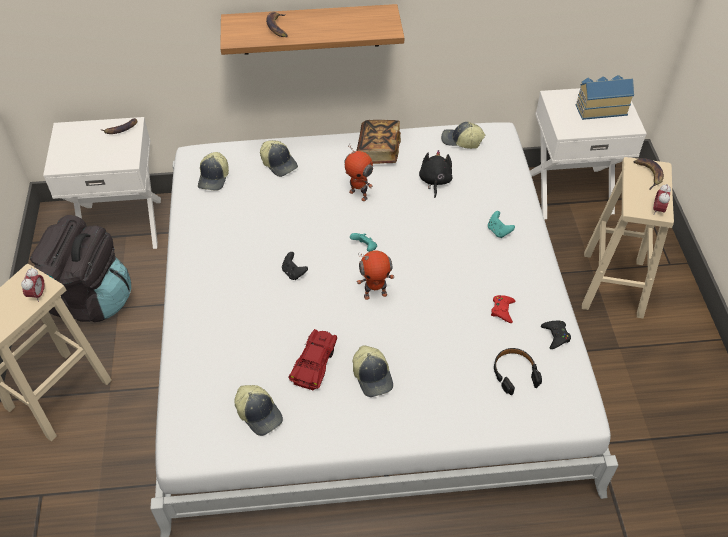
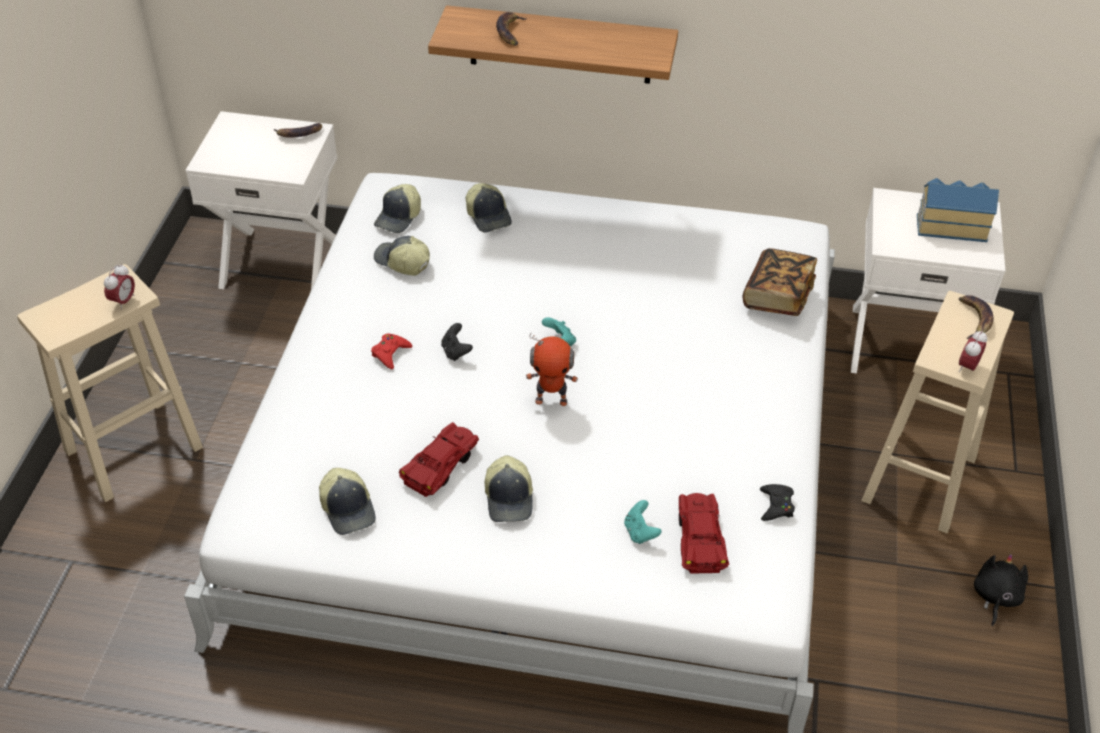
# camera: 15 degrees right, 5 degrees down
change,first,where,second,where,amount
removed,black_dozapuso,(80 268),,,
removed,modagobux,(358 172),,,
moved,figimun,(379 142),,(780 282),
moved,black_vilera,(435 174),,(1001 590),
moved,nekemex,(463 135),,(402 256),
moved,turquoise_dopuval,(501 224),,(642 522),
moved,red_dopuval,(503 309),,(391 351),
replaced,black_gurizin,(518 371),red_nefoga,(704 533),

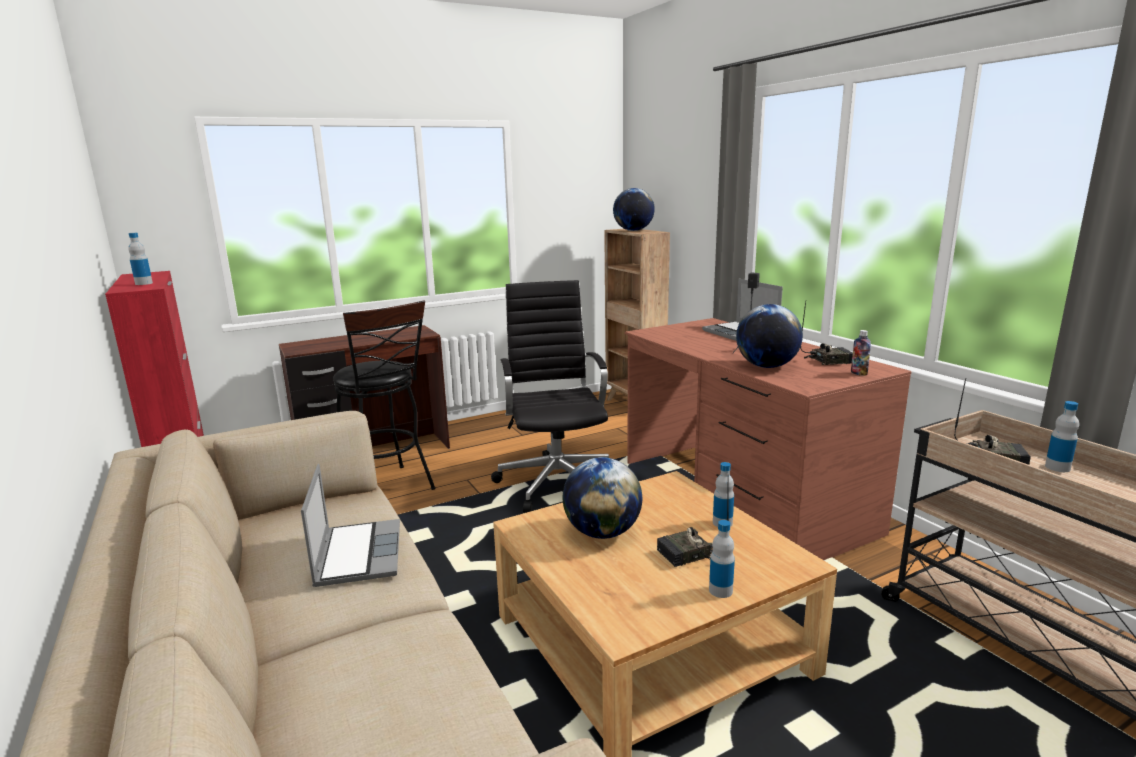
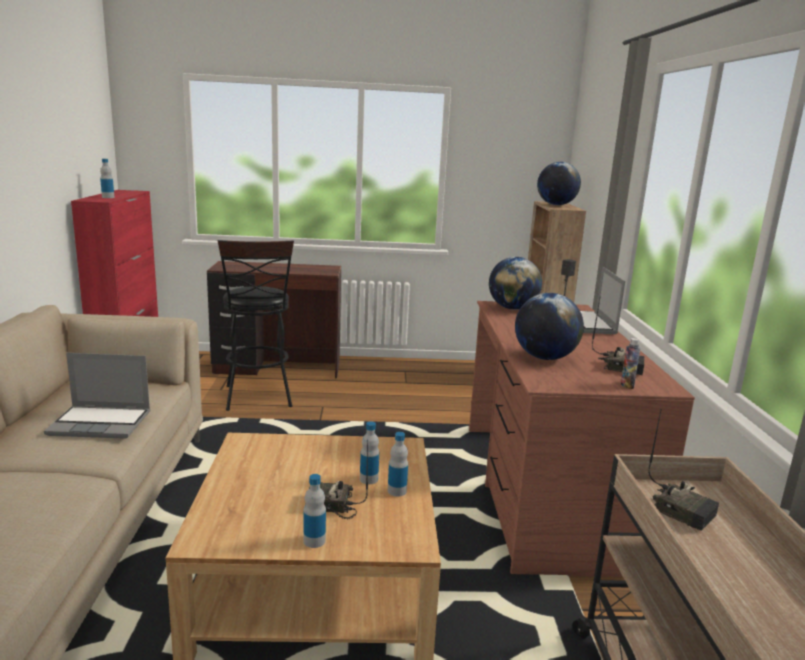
# camera: 25 degrees right, 0 degrees up
change,first,where,second,where,amount
turned,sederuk,(350 525),,(97 396),75 degrees clockwise
removed,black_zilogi,(550 396),,,
moved,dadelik,(602 498),,(515 283),
moved,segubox,(1062 436),,(369 452),

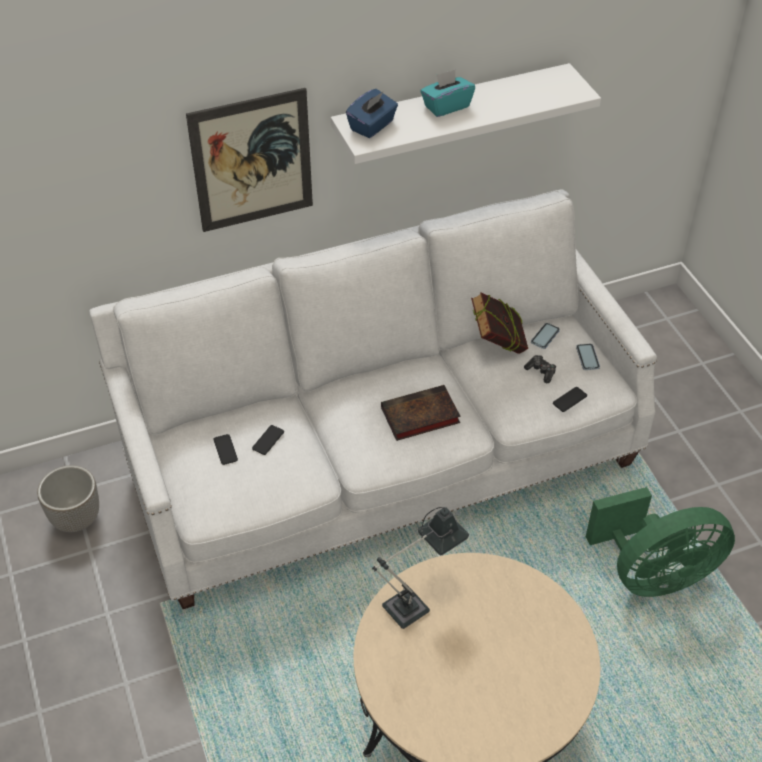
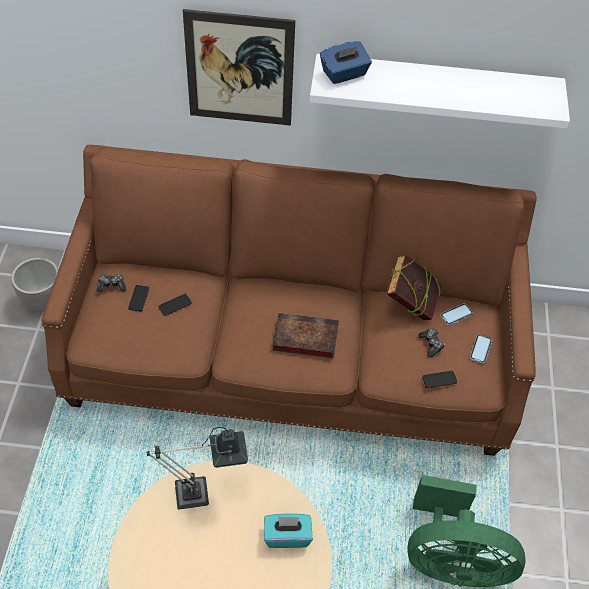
# camera: 25 degrees right, 5 degrees up
change,first,where,second,where,amount
recoloured,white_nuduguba,(373 399),brown_nuduguba,(289 300),
moved,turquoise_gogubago,(447 93),,(288 530),
added,,,dopuval,(111 282),

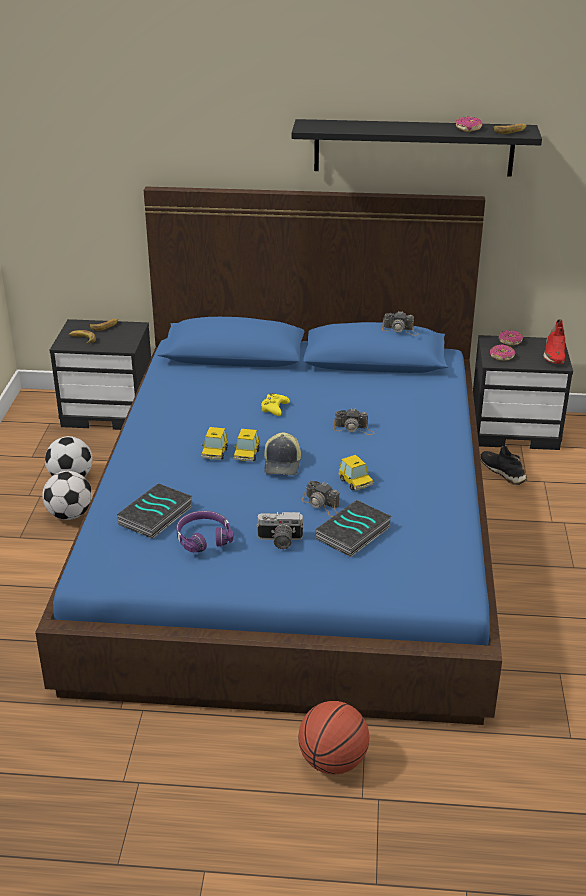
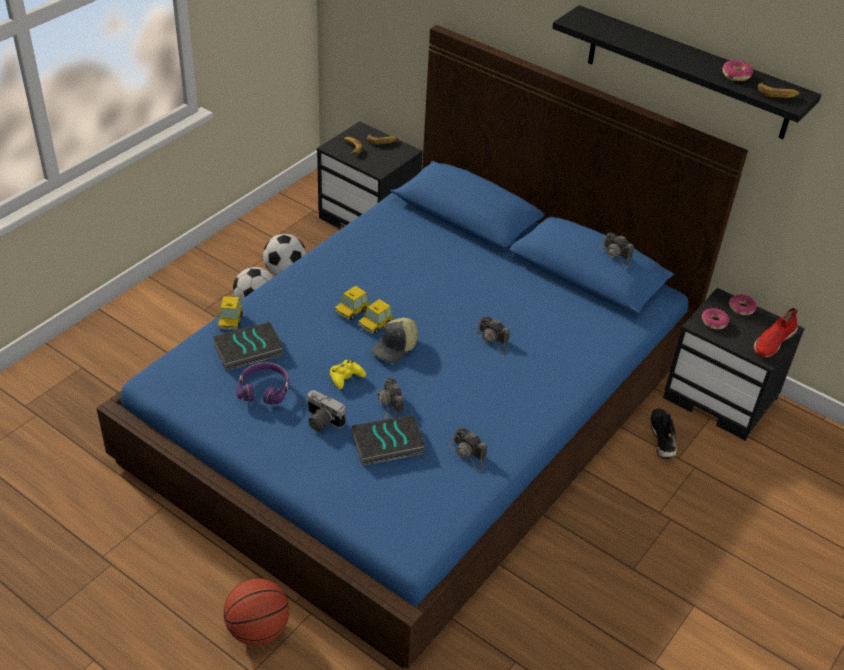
# camera: 30 degrees right, 10 degrees up
change,first,where,second,where,amount
moved,yellow_dopuval,(275 404),,(348 374),
moved,nefoga,(355 472),,(230 313),
added,,,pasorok,(468 449),

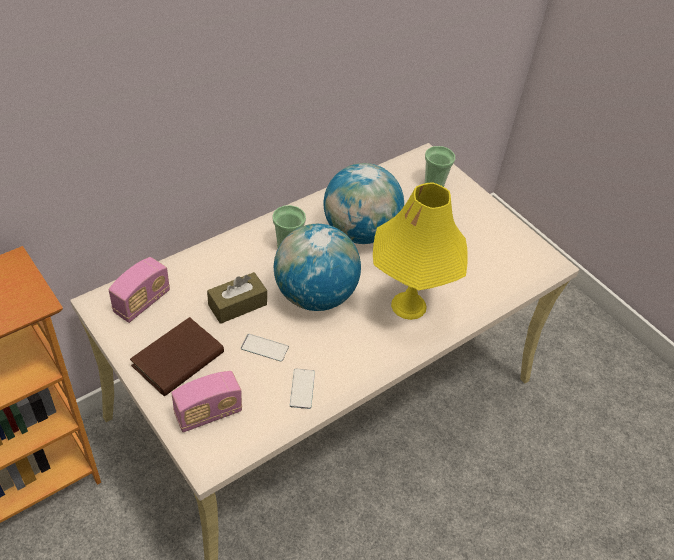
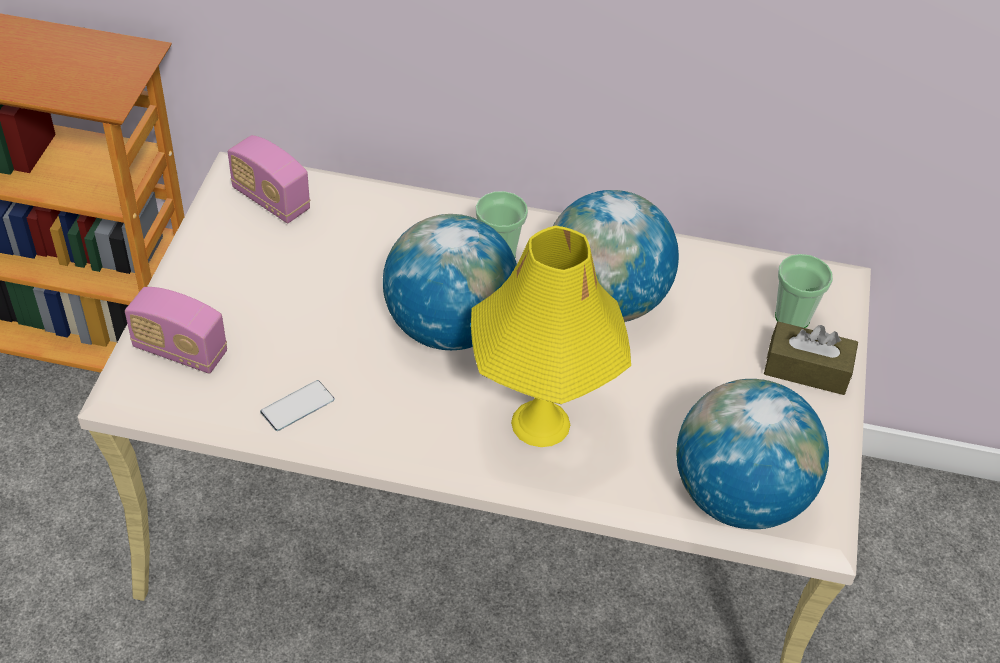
# camera: 50 degrees right, 0 degrees up
change,first,where,second,where,amount
turned,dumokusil,(139 290),,(269 179),45 degrees clockwise
removed,brown_figimun,(177 356),,,
moved,brown_gogubago,(237 298),,(811 358),
removed,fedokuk,(265 347),,,
added,,,dadelik,(752 454),

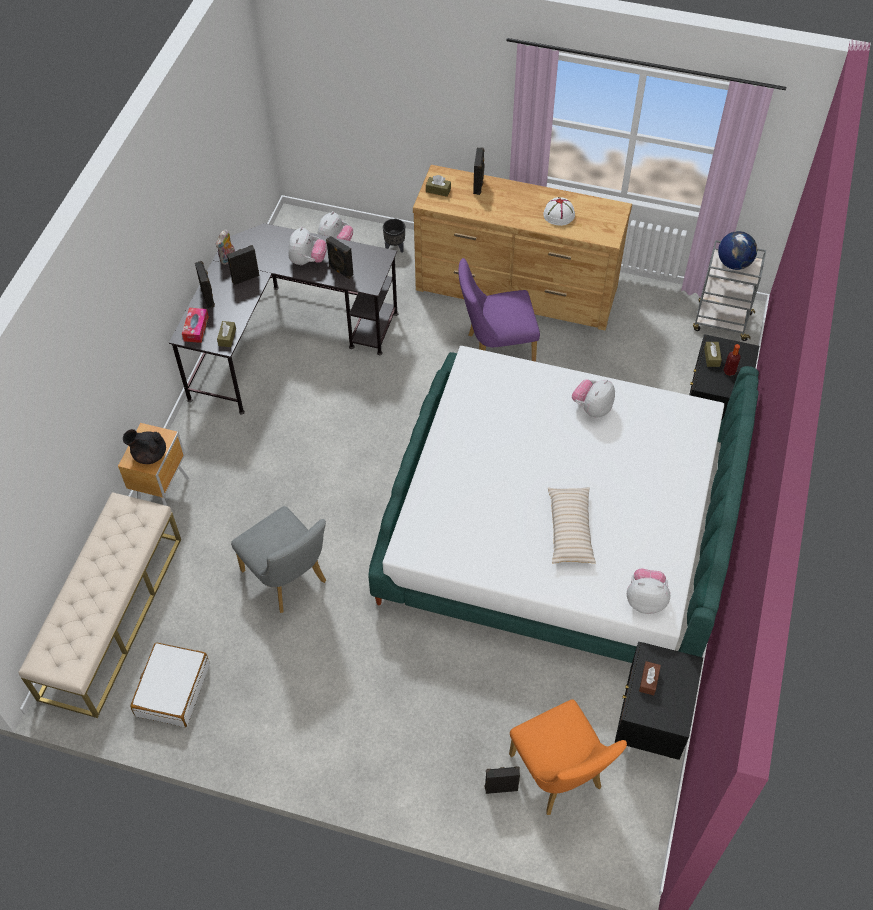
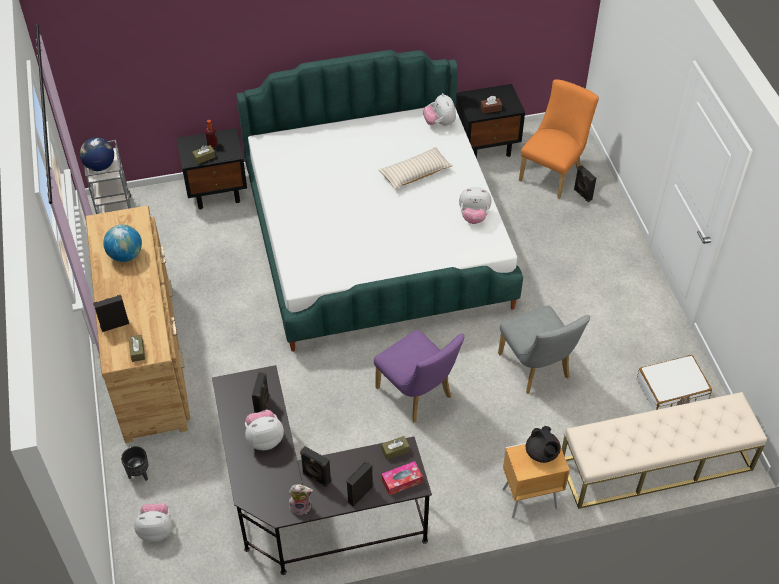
# camera: 120 degrees left, 5 degrees down
change,first,where,second,where,amount
turned,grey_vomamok,(278 559),,(544 349),135 degrees clockwise
moved,purple_vomamok,(499 310),,(419 376),
replaced,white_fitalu,(559 211),dadelik,(122 243),
moved,vilera,(593 398),,(475 205),

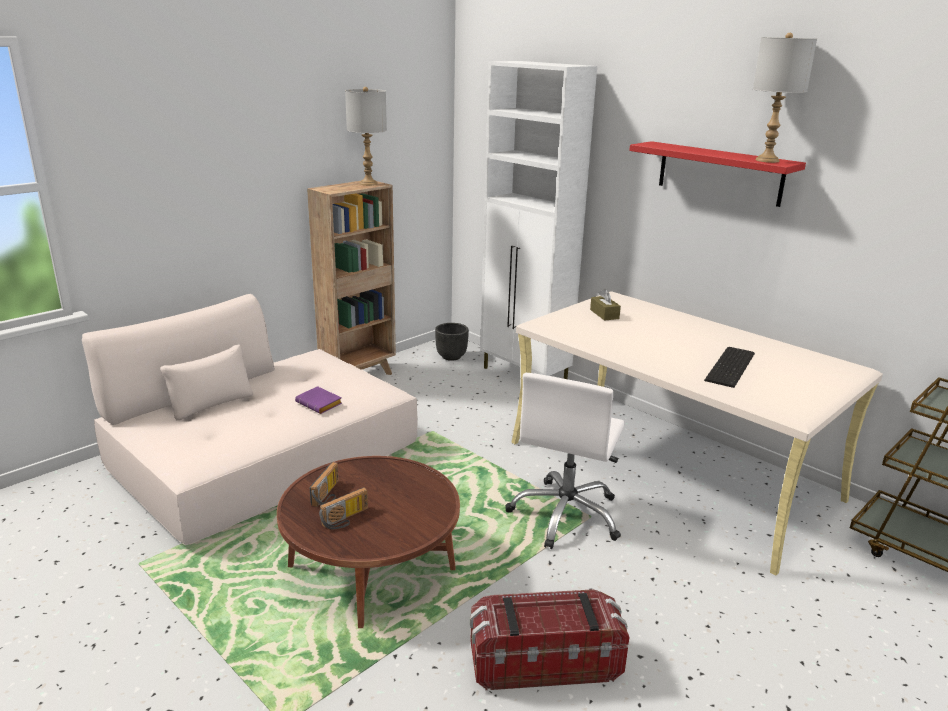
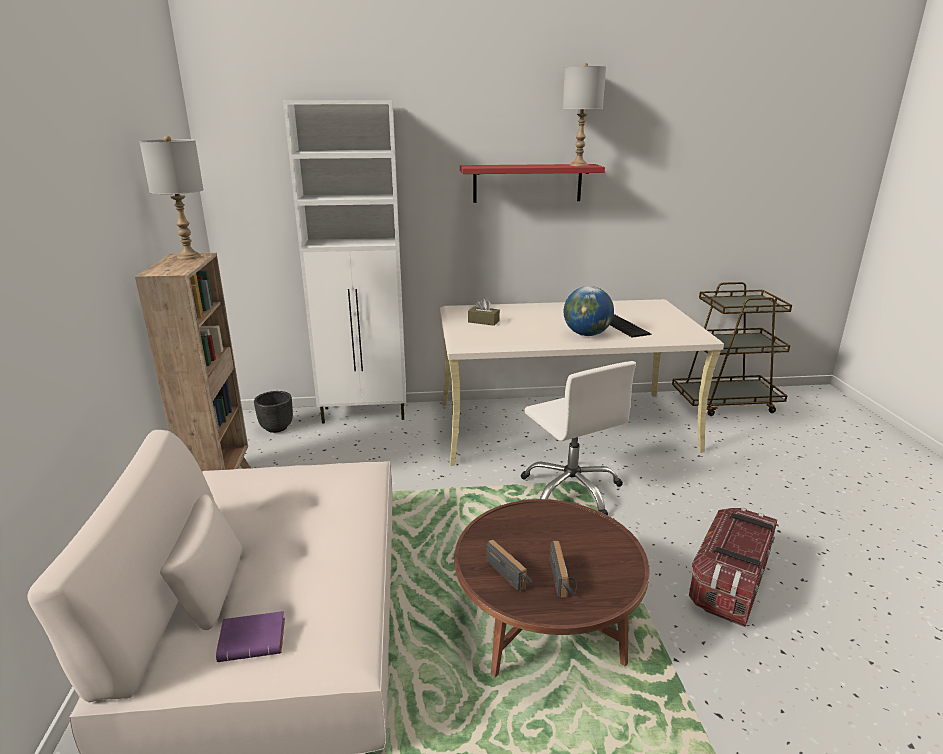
# camera: 50 degrees left, 0 degrees up
change,first,where,second,where,amount
moved,purple_figimun,(318 400),,(250 636),
added,,,dadelik,(589 311),

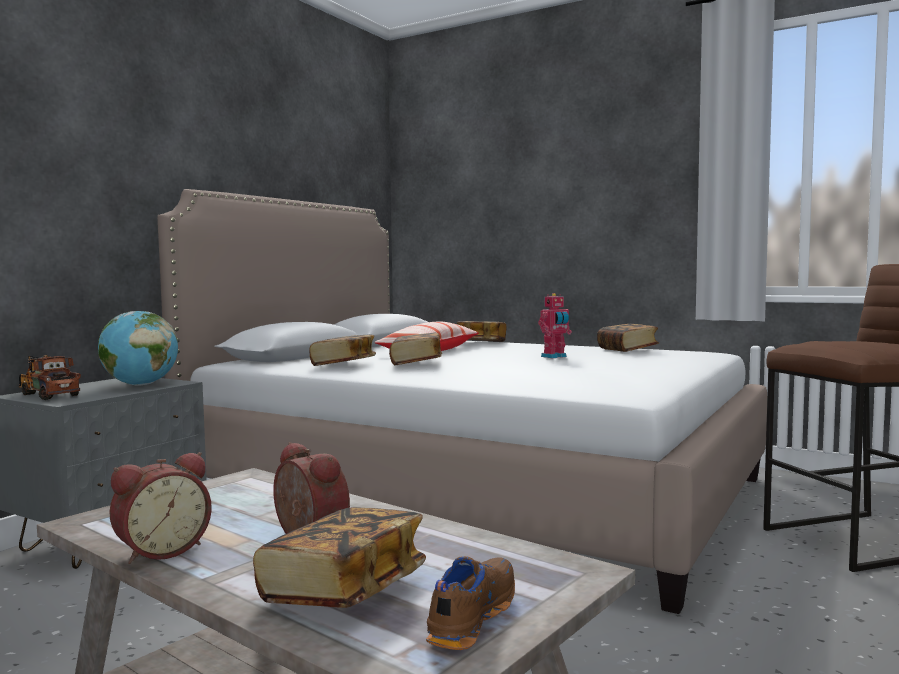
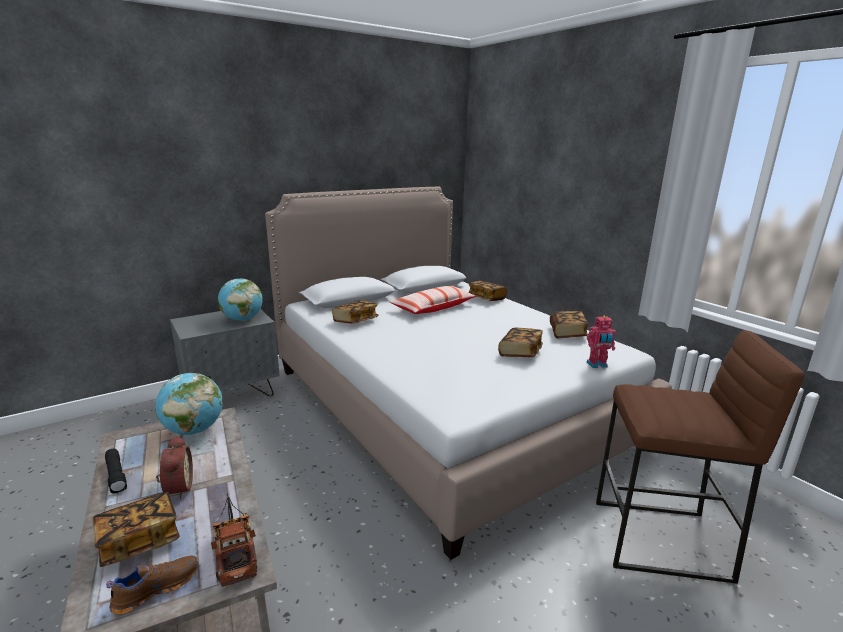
# camera: 25 degrees right, 15 degrees up
change,first,where,second,where,amount
moved,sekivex,(50 377),,(234 540),
replaced,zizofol,(160 508),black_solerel,(116 471),
moved,figimun,(415 349),,(520 342),
moved,modagobux,(555 325),,(601 342),
added,,,dadelik,(189 404),

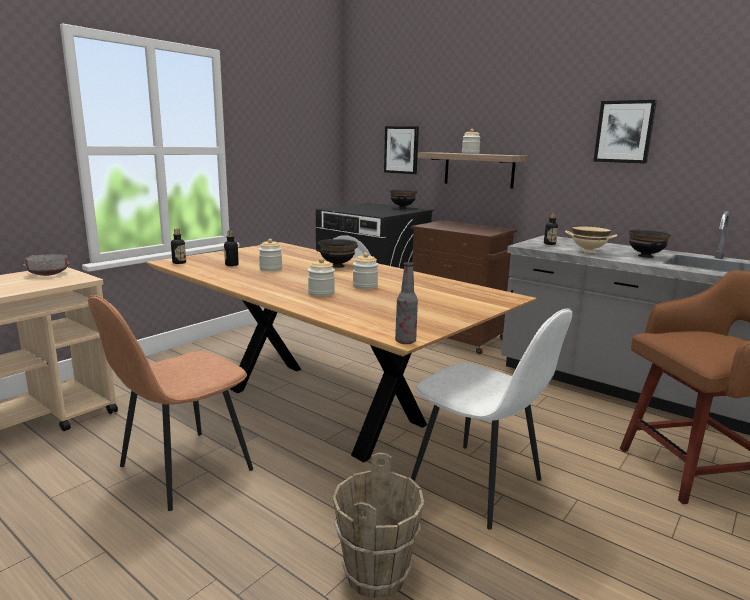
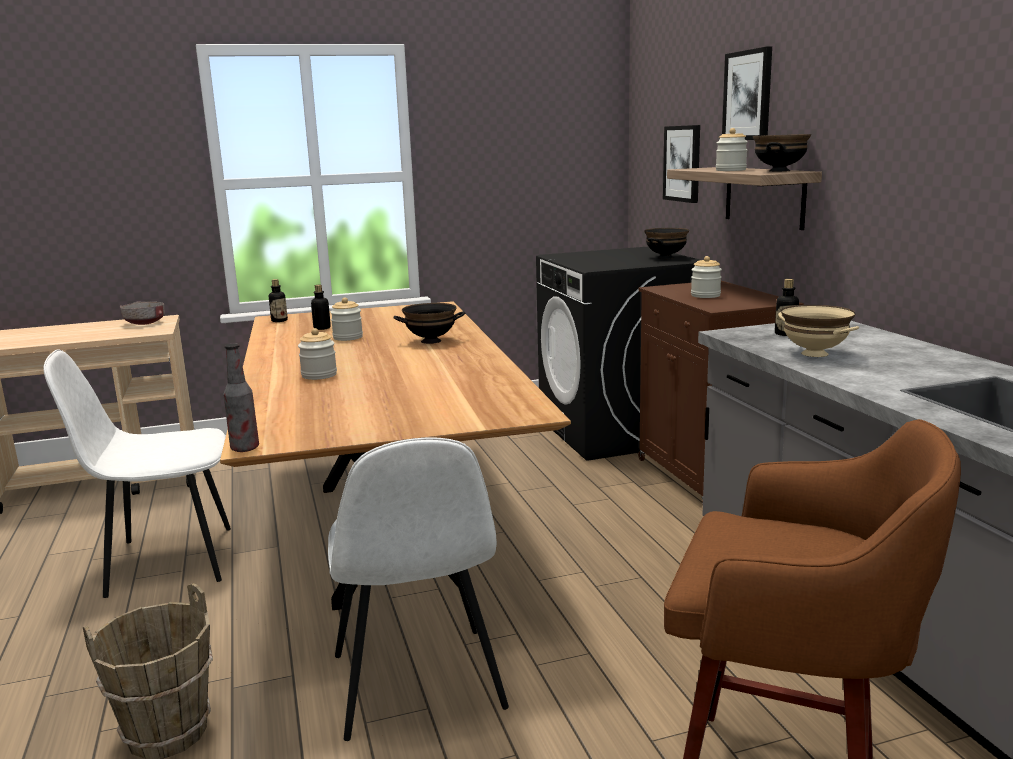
# camera: 35 degrees right, 0 degrees up
change,first,where,second,where,amount
recoloured,brown_vomamok,(170 403),white_vomamok,(137 473),
moved,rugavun,(365 271),,(706 277),
moved,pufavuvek,(625 132),,(747 93),
moved,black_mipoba,(650 244),,(782 153),

